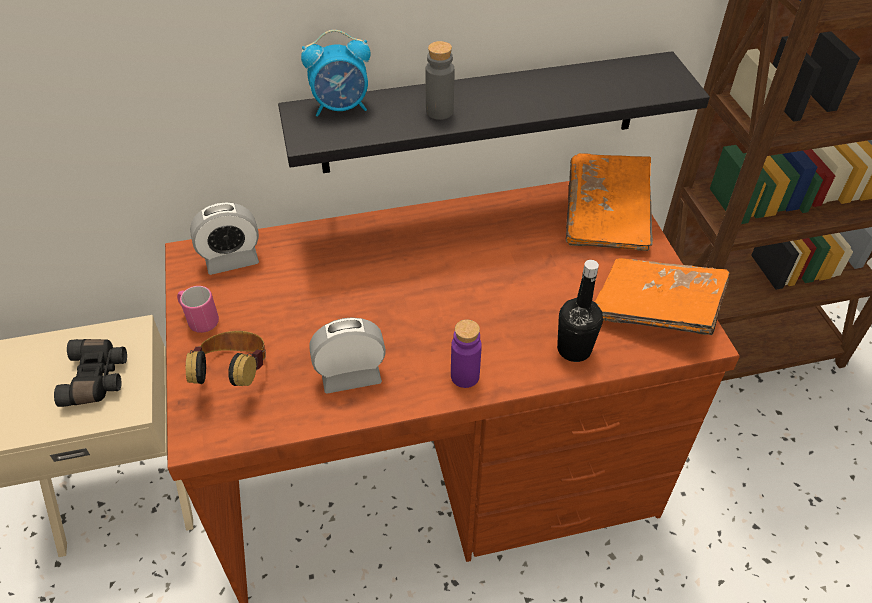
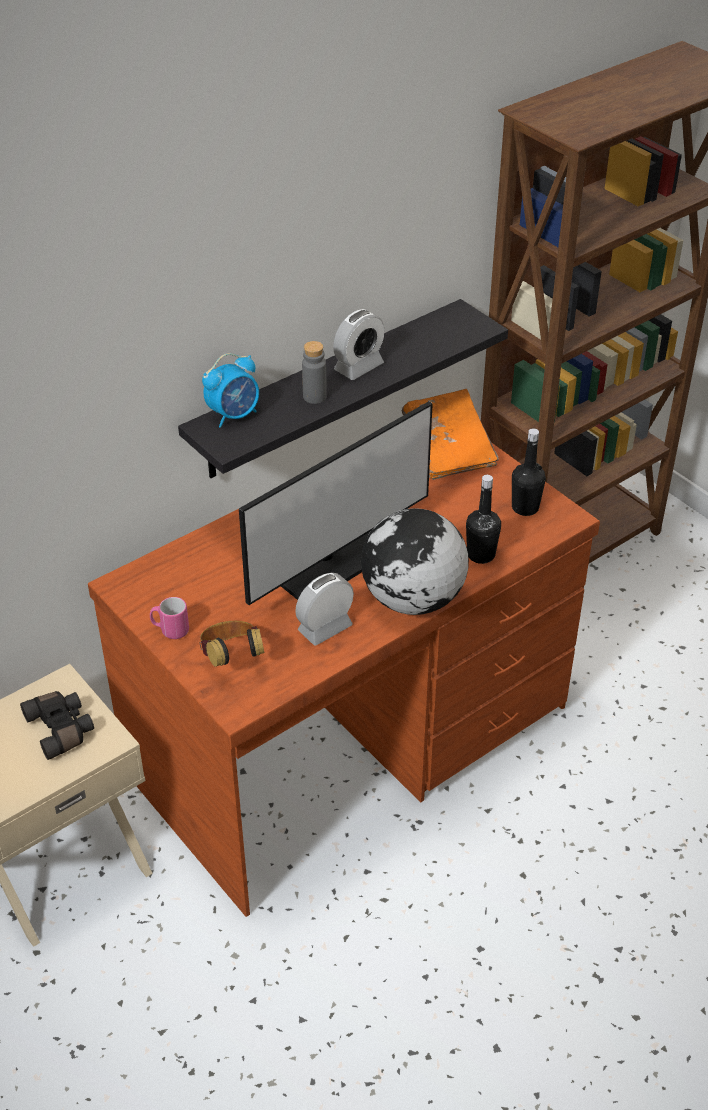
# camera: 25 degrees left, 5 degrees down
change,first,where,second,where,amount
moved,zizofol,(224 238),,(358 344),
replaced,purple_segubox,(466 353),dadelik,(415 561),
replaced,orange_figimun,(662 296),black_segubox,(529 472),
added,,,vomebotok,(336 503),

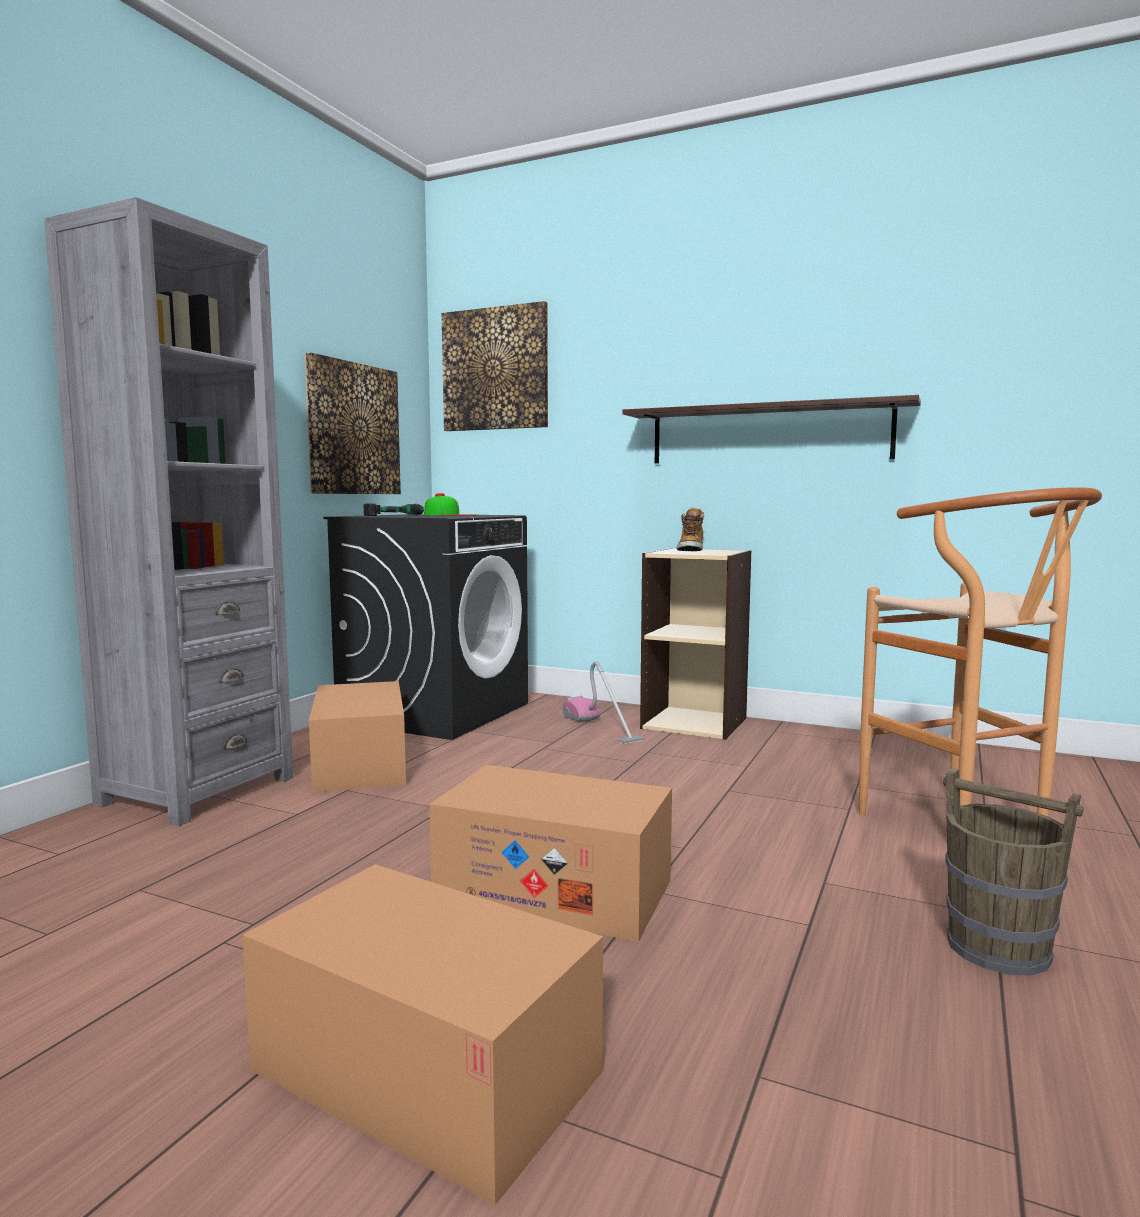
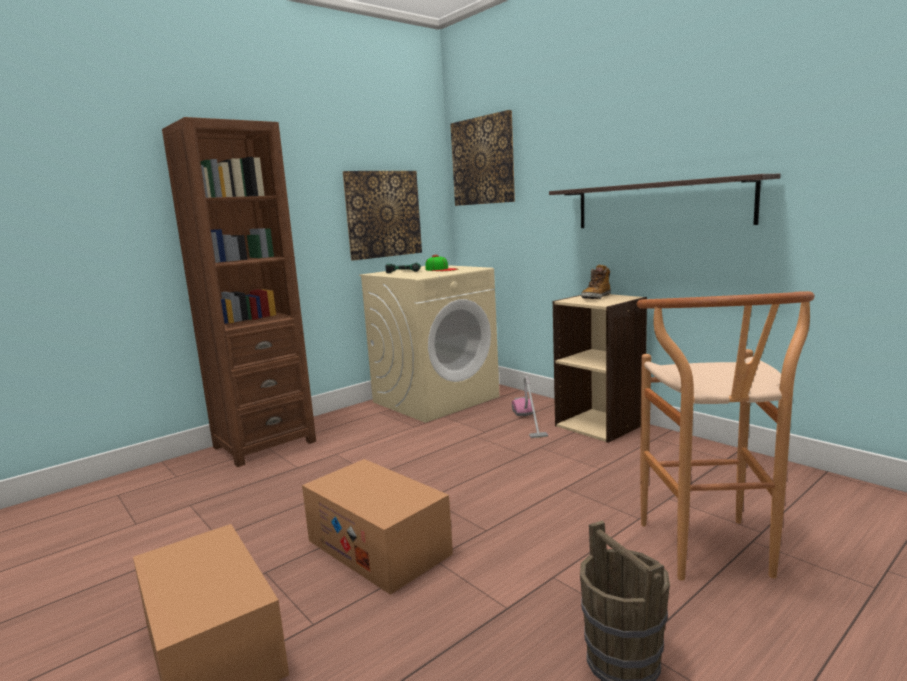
# camera: 25 degrees right, 5 degrees up
change,first,where,second,where,amount
recoloured,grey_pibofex,(168 511),brown_pibofex,(239 292),
removed,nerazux,(357 737),,,
recoloured,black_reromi,(425 627),beige_reromi,(429 344),

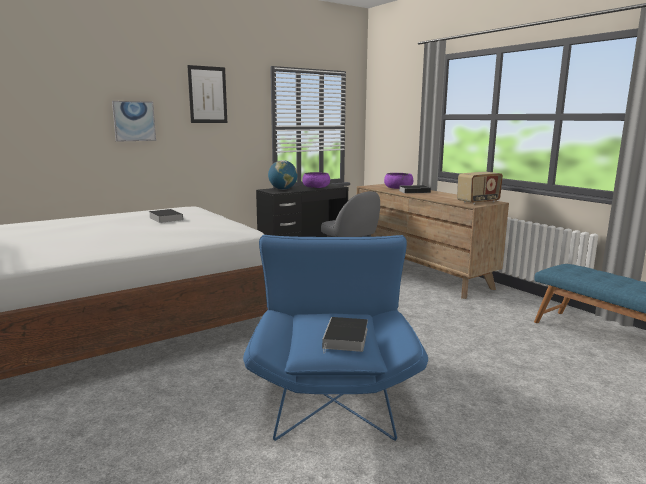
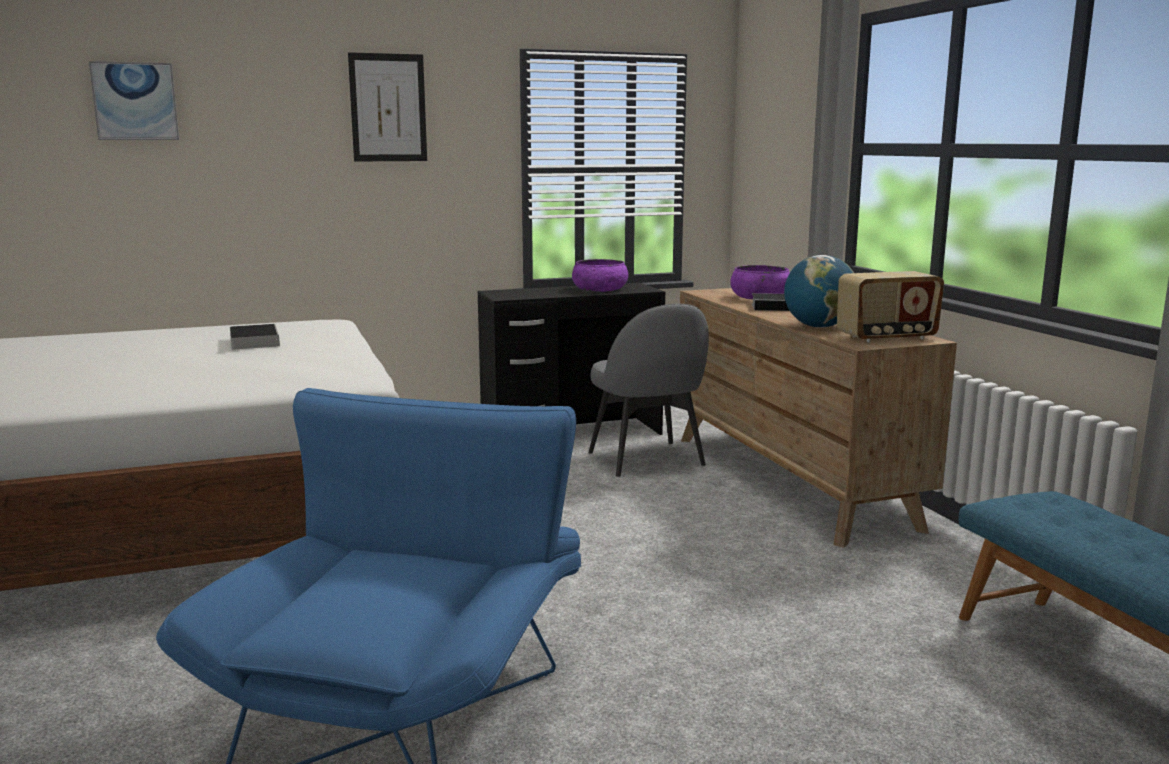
# camera: 15 degrees right, 0 degrees up
change,first,where,second,where,amount
moved,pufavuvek,(134 121),,(134 100),
moved,dadelik,(282 175),,(819 291),
removed,figimun,(345 335),,,

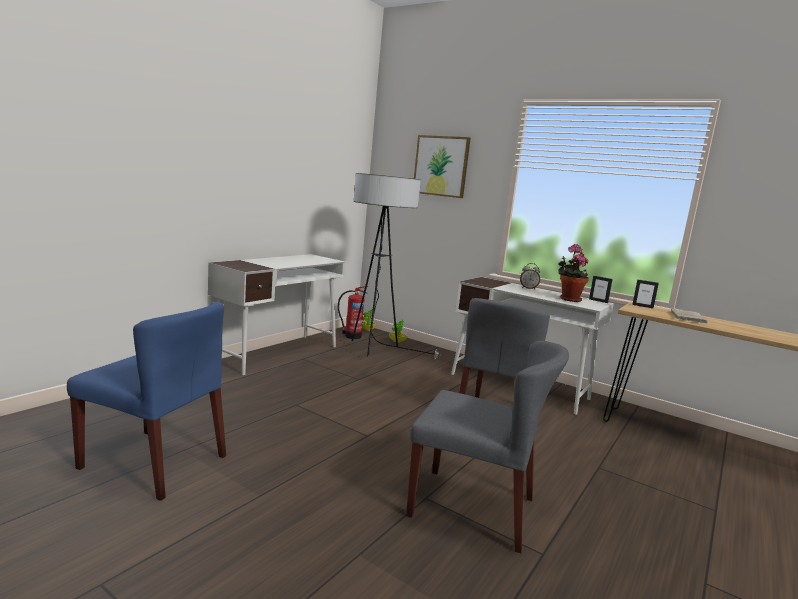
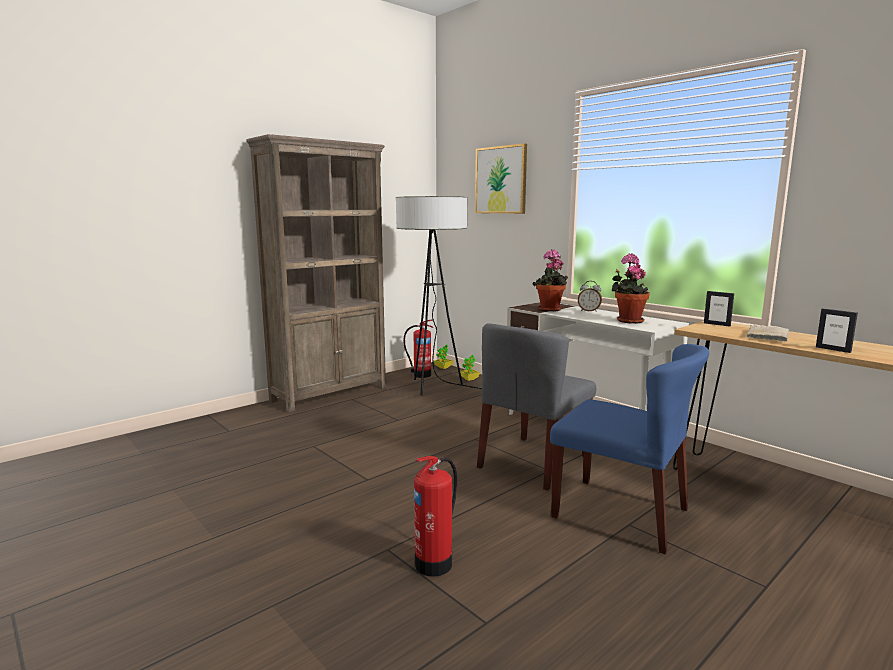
# camera: 15 degrees right, 0 degrees up
change,first,where,second,where,amount
moved,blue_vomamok,(146 401),,(629 449),
replaced,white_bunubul,(277 314),brown_pibofex,(316 273),
replaced,grey_vomamok,(487 447),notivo,(435 516),
moved,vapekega,(601 289),,(837 330),
added,,,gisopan,(550 280),

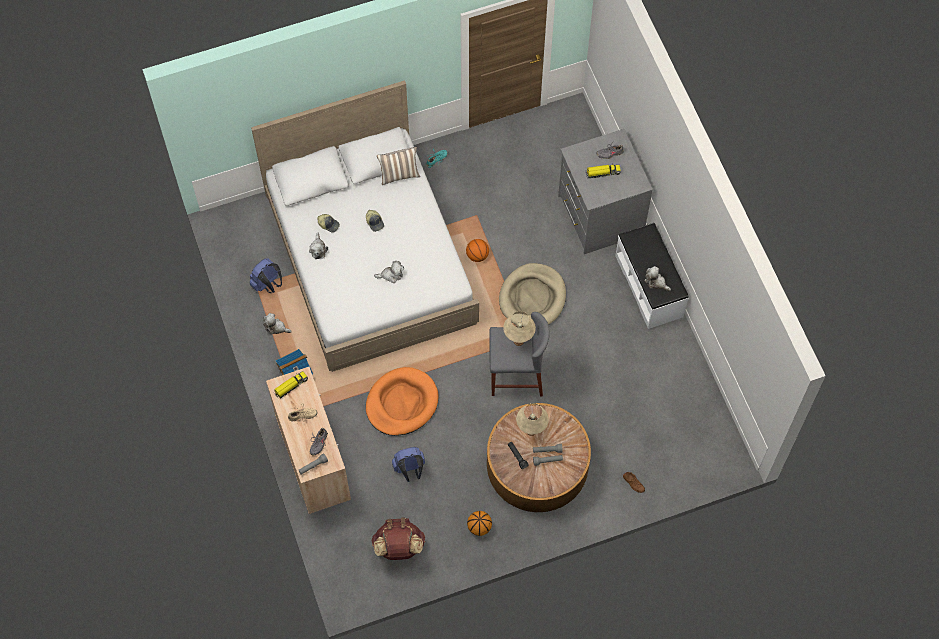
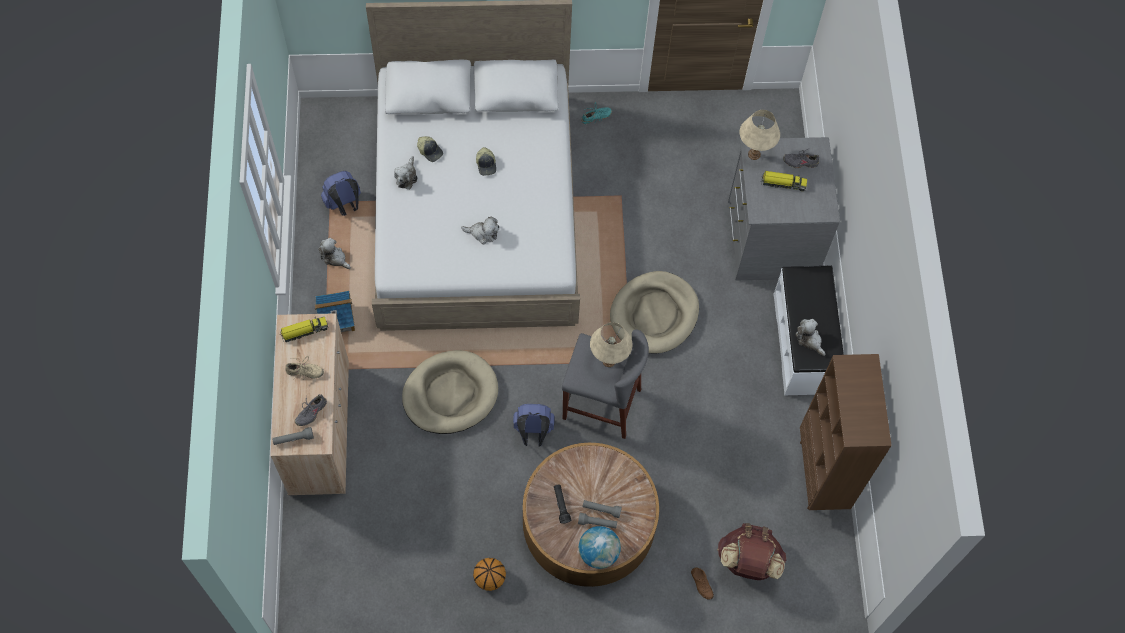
# camera: 15 degrees right, 0 degrees up
change,first,where,second,where,amount
recoloured,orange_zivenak,(402 401),beige_zivenak,(450 392),
moved,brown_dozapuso,(398 538),,(751 551),
removed,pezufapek,(398 166),,,
moved,blue_dozapuso,(408 464),,(534 425),
removed,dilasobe,(477 250),,,
moved,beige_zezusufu,(532 419),,(760 135),
added,,,dadelik,(600 547),
added,,,brown_pibofex,(846 432),

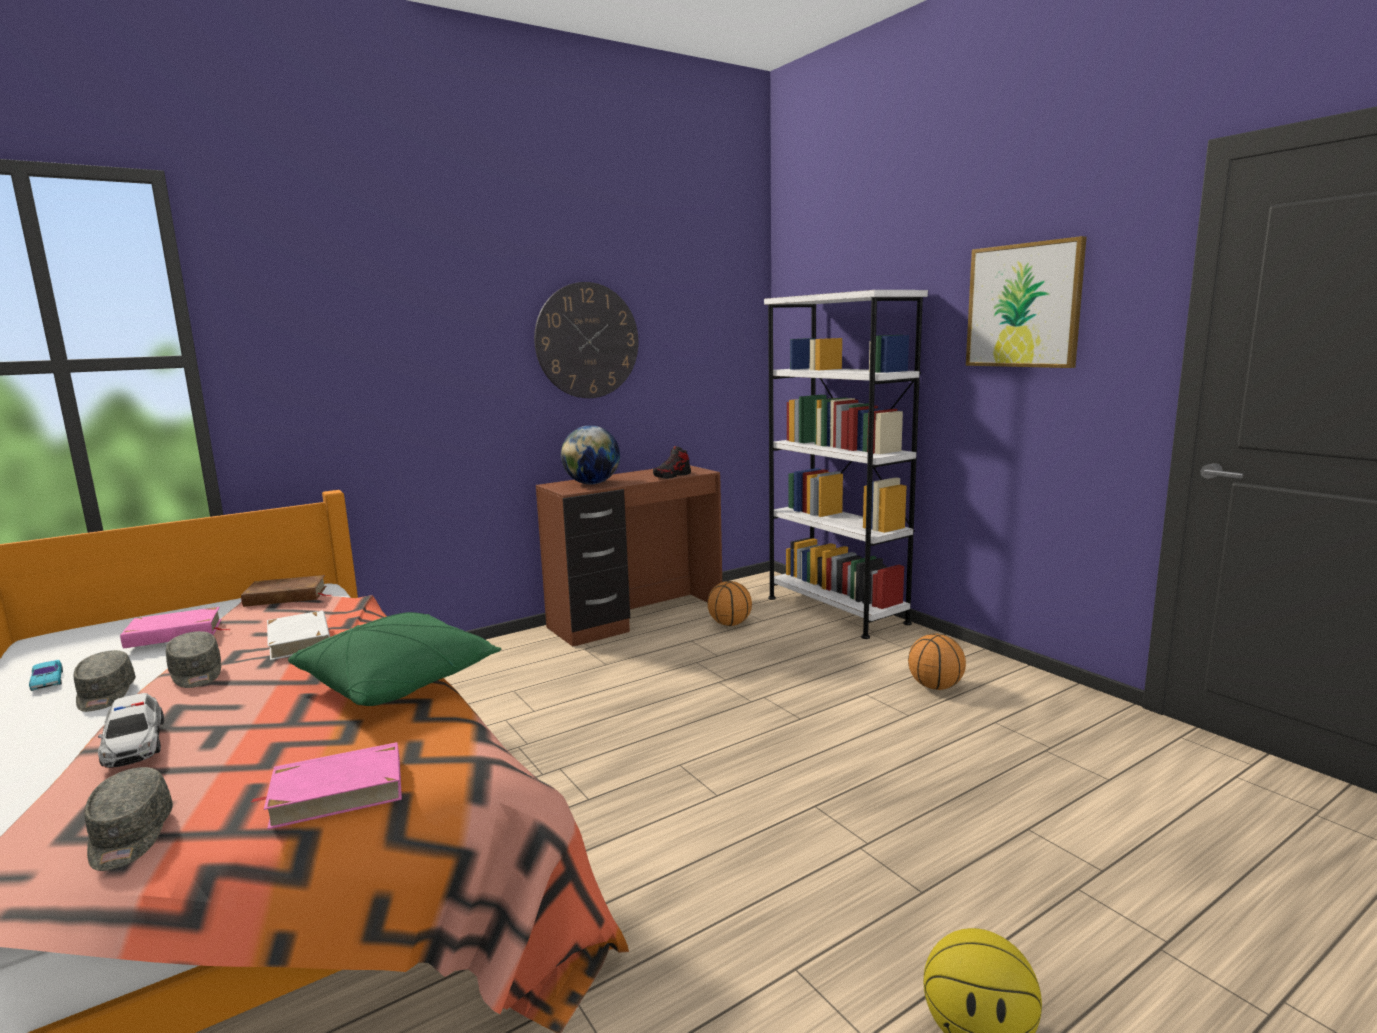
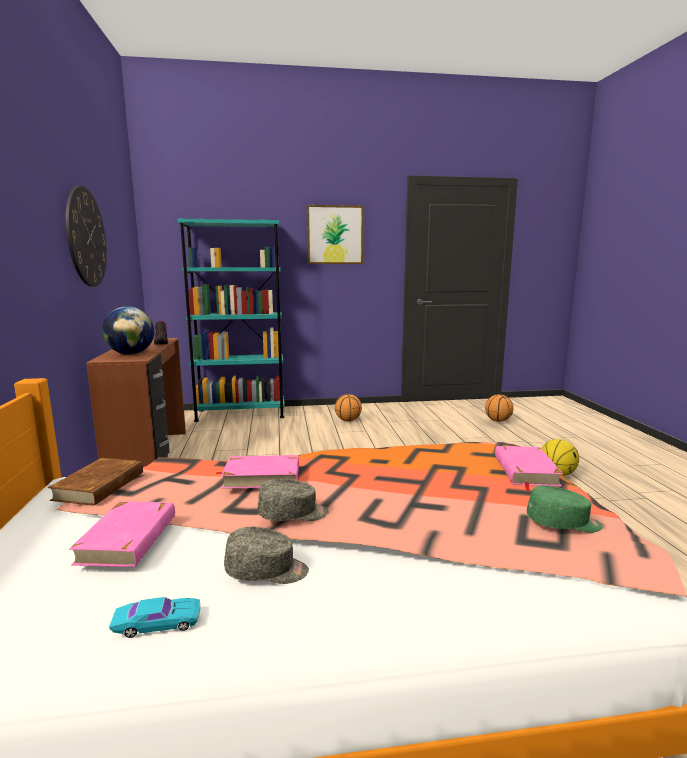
# camera: 65 degrees left, 0 degrees up
change,first,where,second,where,amount
recoloured,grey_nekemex,(128 819),green_nekemex,(564 509),
removed,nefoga,(131 730),,,
recoloured,white_figimun,(298 635),pink_figimun,(257 472),
removed,green_pezufapek,(394 659),,,
moved,dilasobe,(729 603),,(499 408),
recoloured,white_pibofex,(846 464),turquoise_pibofex,(231 320),

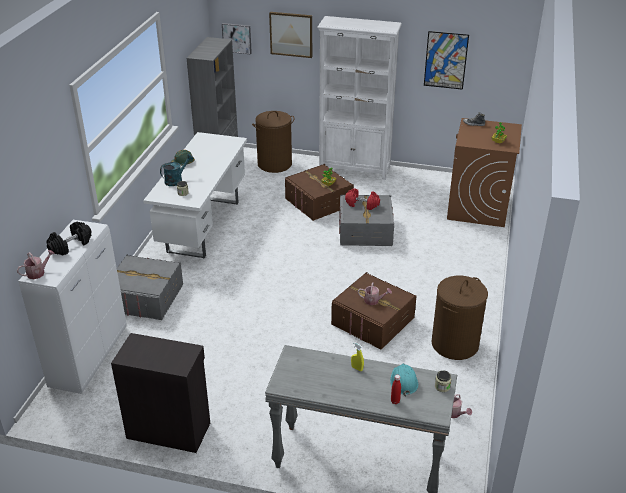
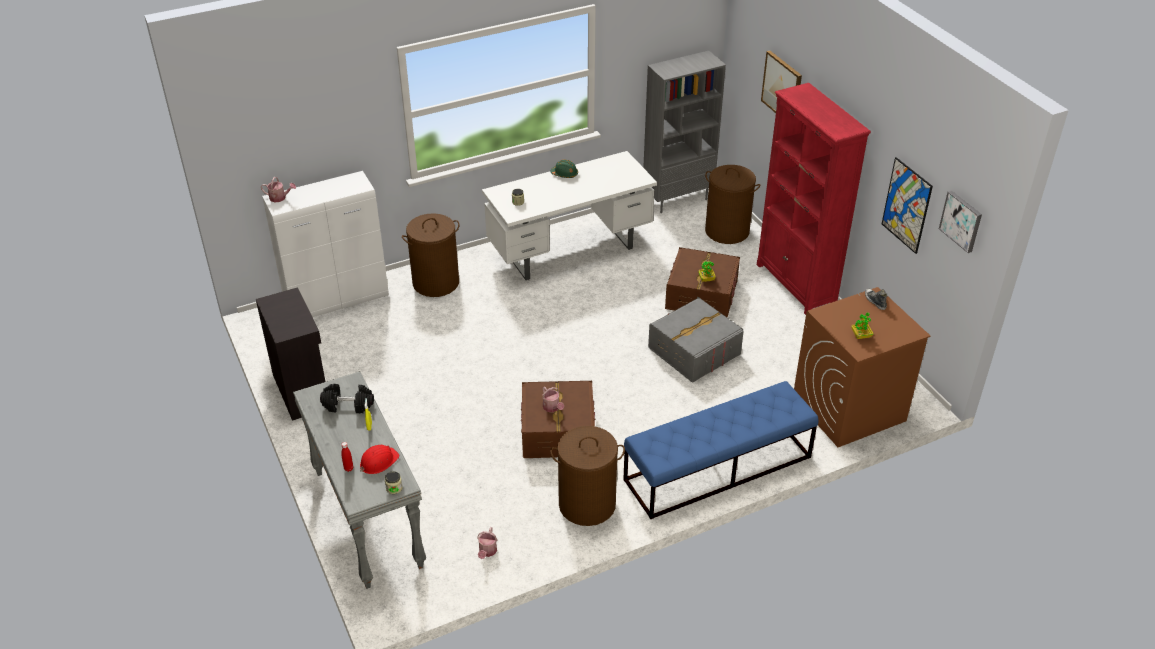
# camera: 50 degrees right, 5 degrees up
change,first,where,second,where,amount
moved,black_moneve,(69 238),,(347 398),
replaced,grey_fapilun,(150 287),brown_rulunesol,(431 255),
removed,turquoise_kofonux,(177 170),,,
moved,pufavuvek,(237 38),,(960 222),
recoloured,white_pibofex,(359 98),red_pibofex,(814 199),
removed,red_moneve,(362 199),,,
recoloured,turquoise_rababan,(404 380),red_rababan,(380 459),
added,,,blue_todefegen,(720 450),

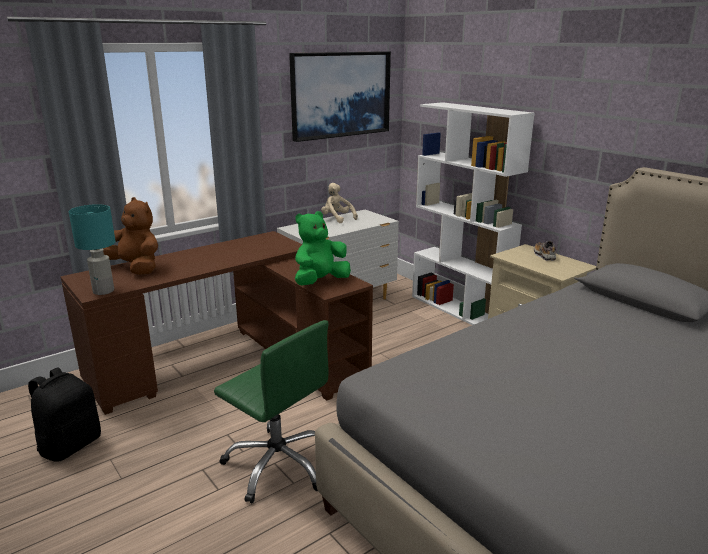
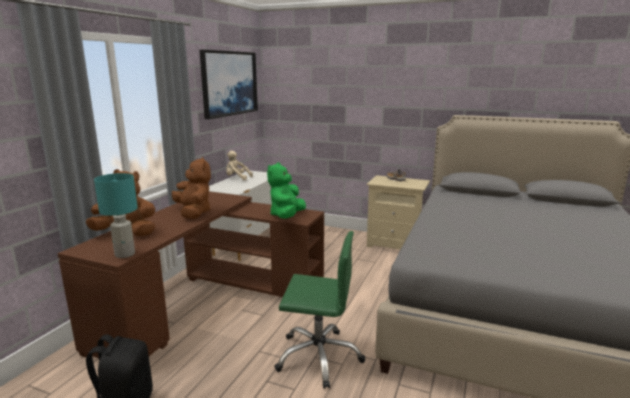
# camera: 30 degrees left, 5 degrees down
change,first,where,second,where,amount
removed,white_pibofex,(473 213),,,
added,,,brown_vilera,(191 188),

